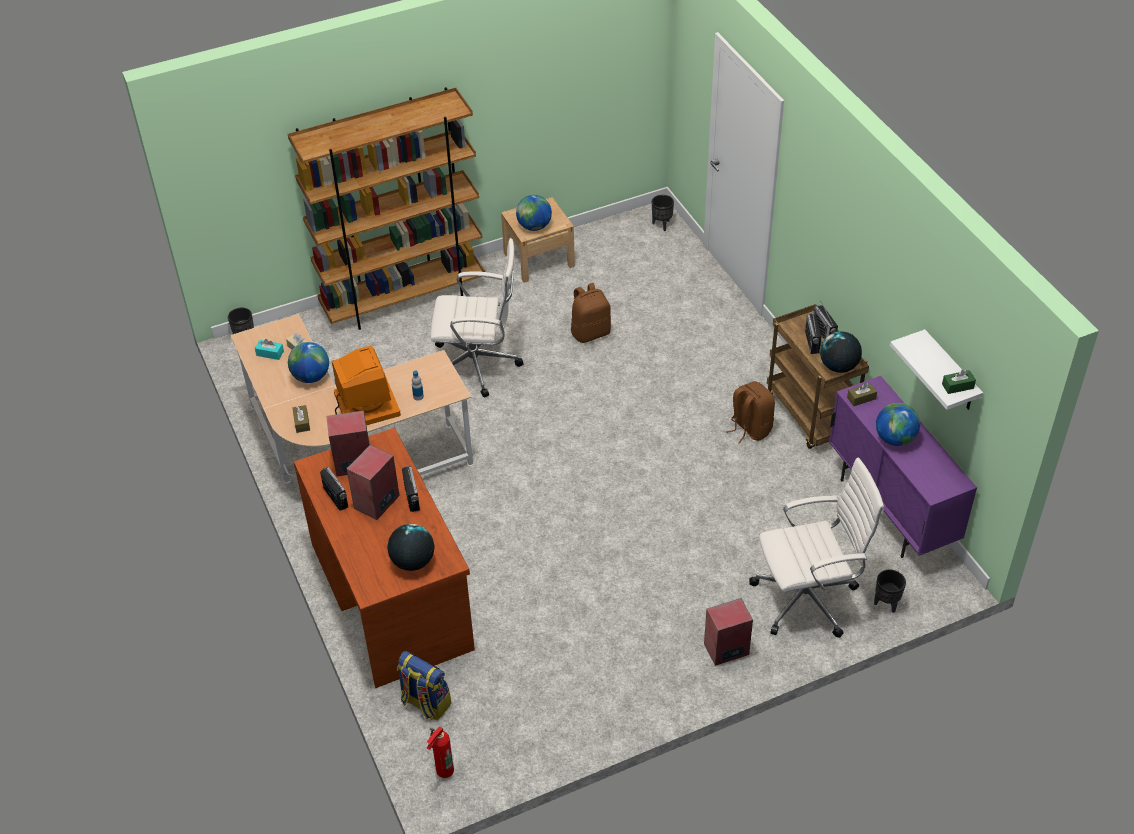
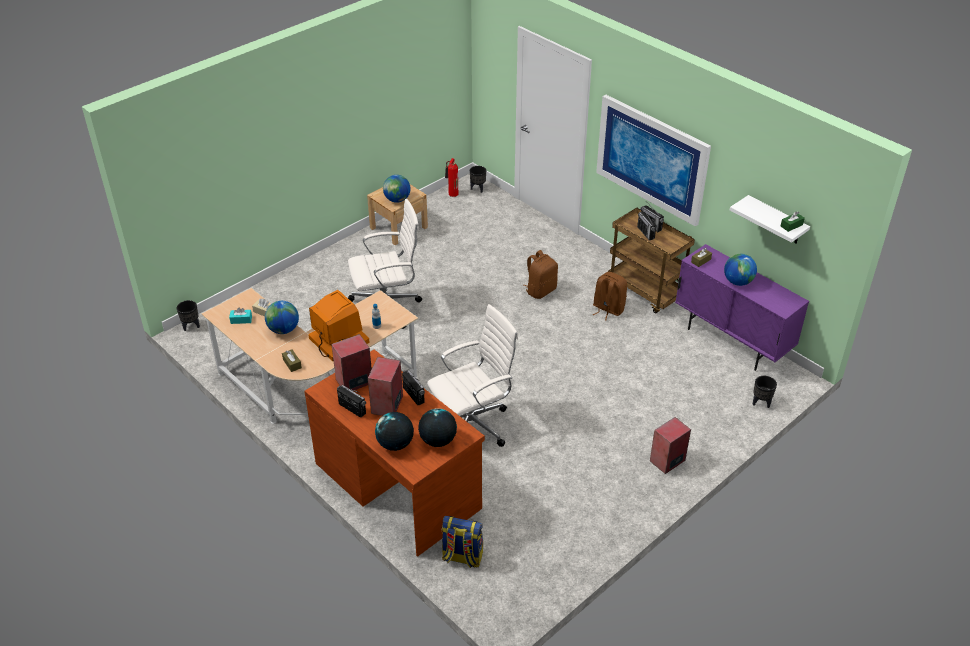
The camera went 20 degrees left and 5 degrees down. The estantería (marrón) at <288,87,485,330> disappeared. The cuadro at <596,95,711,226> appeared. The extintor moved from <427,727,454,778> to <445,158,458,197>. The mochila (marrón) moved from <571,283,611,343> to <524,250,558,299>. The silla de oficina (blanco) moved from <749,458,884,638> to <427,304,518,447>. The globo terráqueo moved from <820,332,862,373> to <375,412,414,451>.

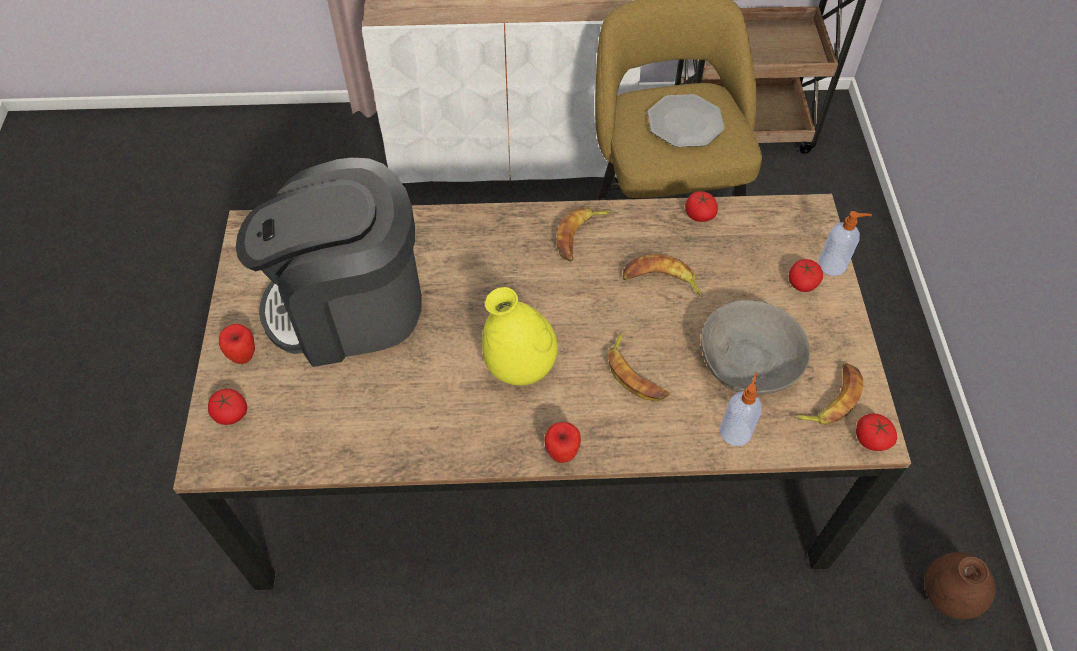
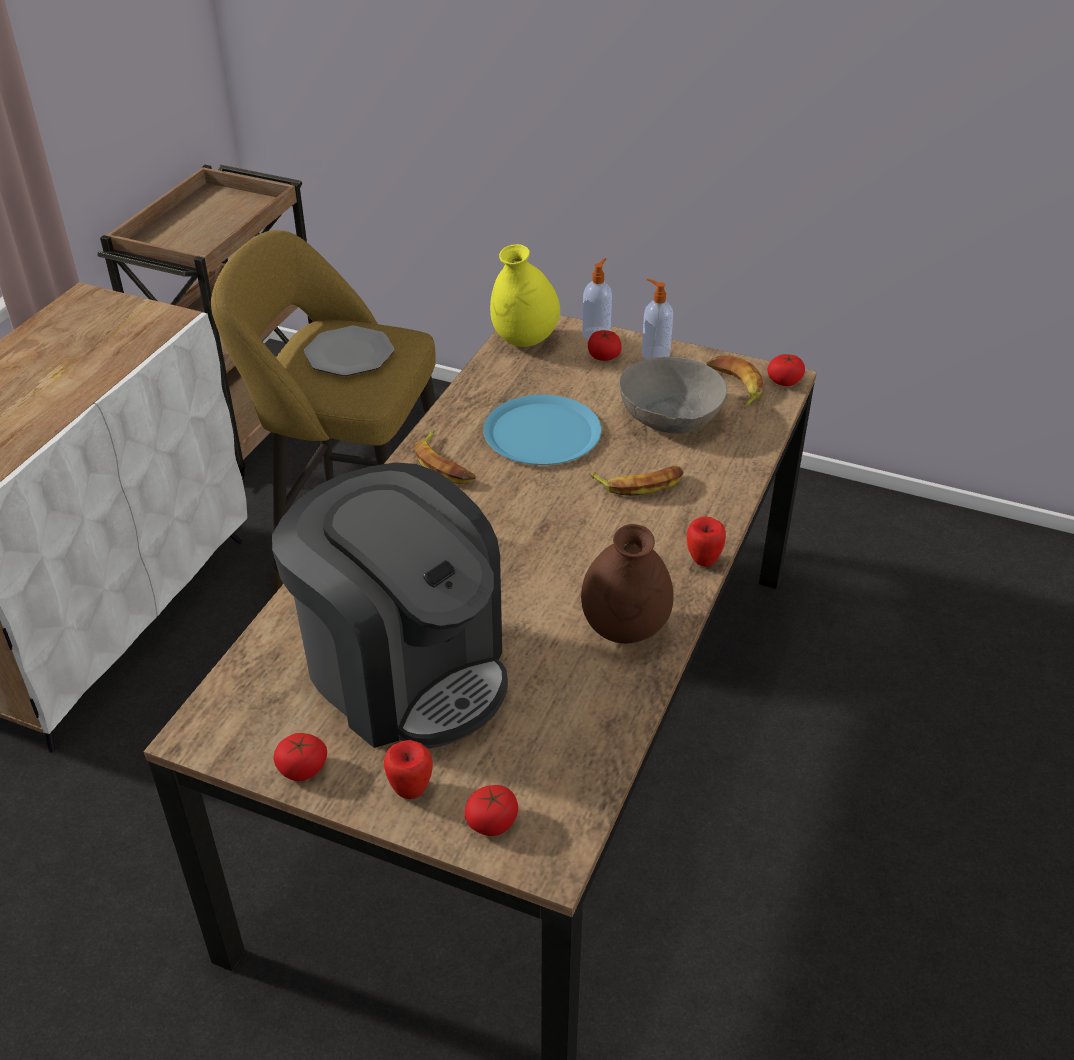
The camera went 65 degrees left and 15 degrees down. The florero (amarillo) moved from <482,287,558,385> to <490,244,560,347>. The tomate moved from <685,191,718,222> to <273,733,327,781>. The dispensador de jabón moved from <720,372,762,446> to <642,279,673,359>. The florero (marrón) moved from <925,552,996,619> to <581,524,674,644>. The plátano at <623,254,703,297> was replaced by the plato (azul) at <483,395,601,465>. The cafetera at <236,158,422,367> turned 60 degrees counterclockwise.

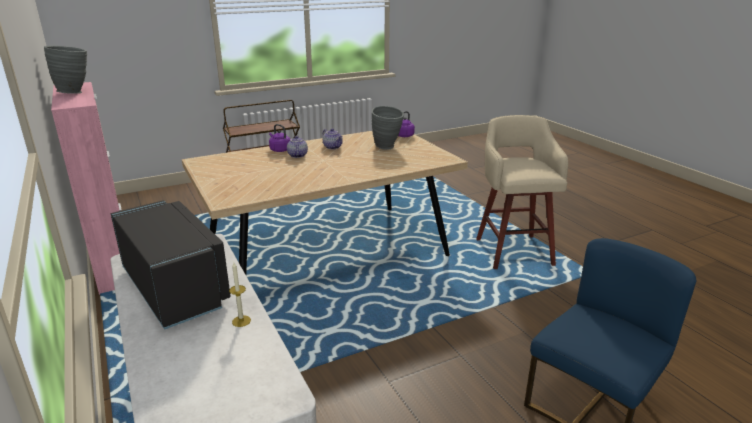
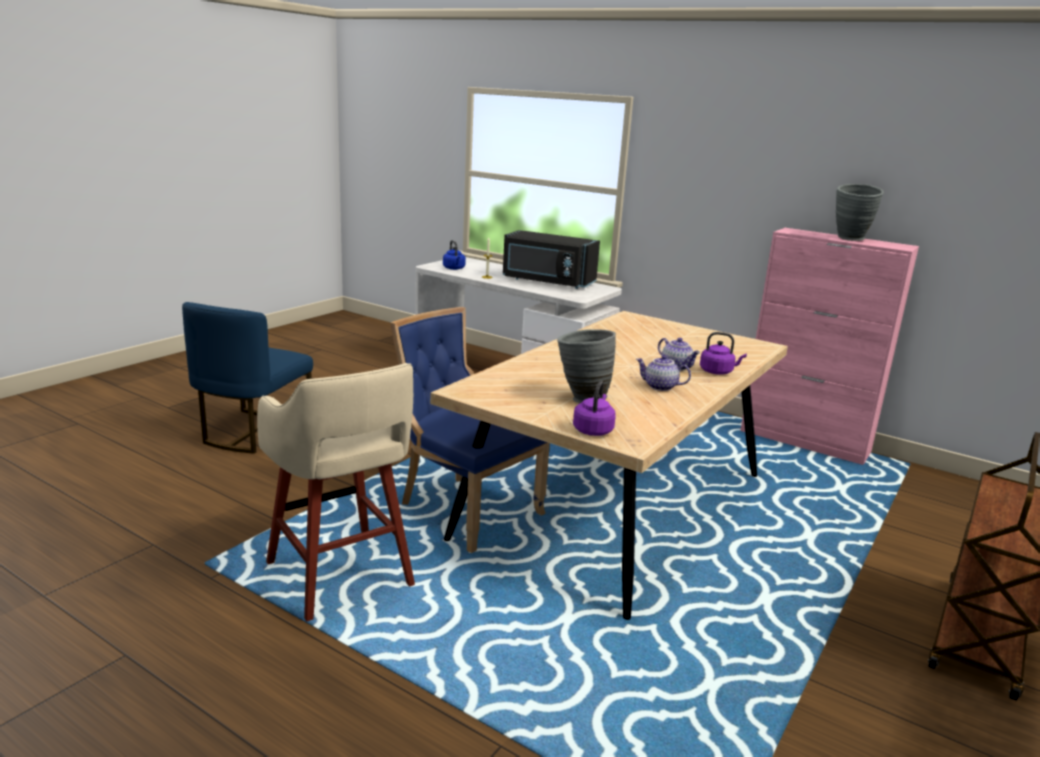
The camera went 150 degrees right and 5 degrees down. The silla (azul) at <390,307,550,553> appeared. The hervidor (azul) at <443,240,466,270> appeared.

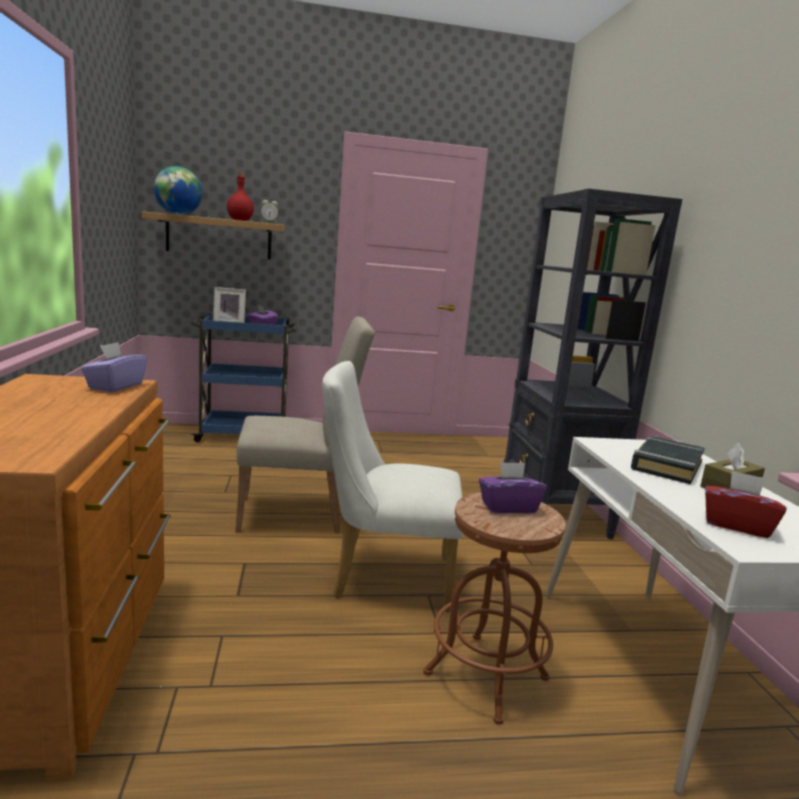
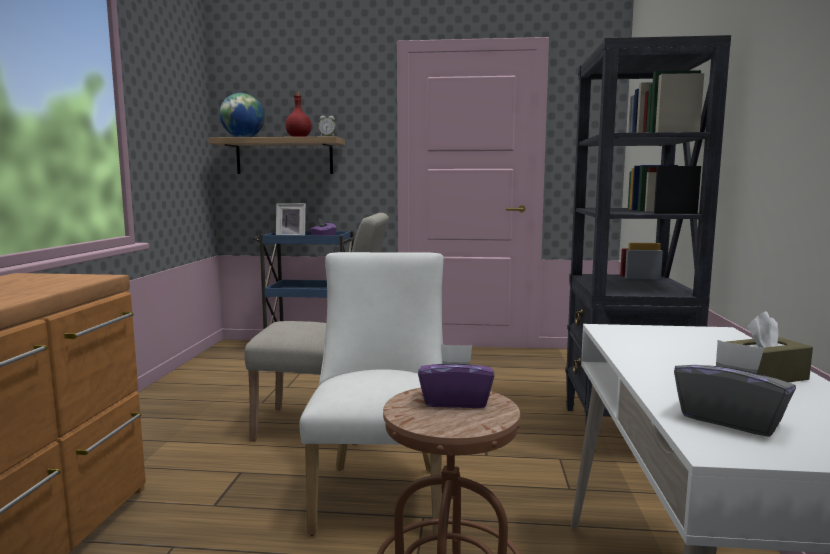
The camera went 15 degrees right and 5 degrees down. The caja de pañuelos (morado) at <81,342,147,392> disappeared. The libro (negro) at <631,436,705,484> disappeared. The caja de pañuelos (rojo) at <705,470,787,538> became the caja de pañuelos (gris) at <674,340,796,437>. The silla (blanco) at <322,361,463,612> turned 75 degrees clockwise.

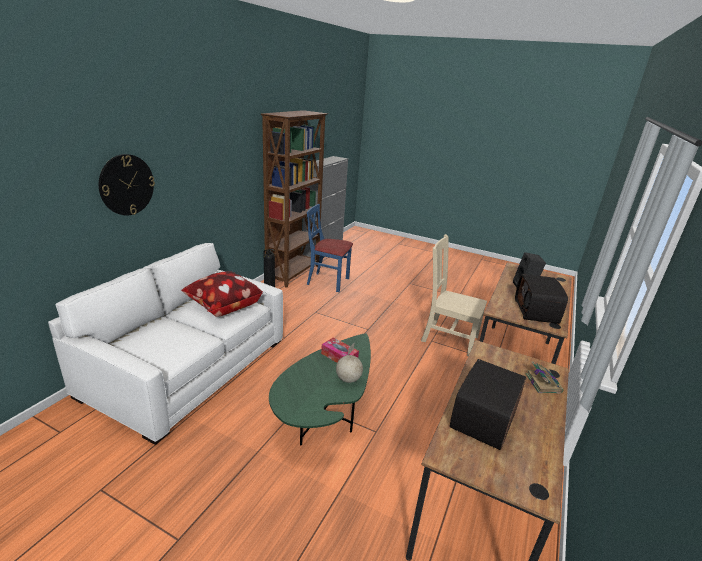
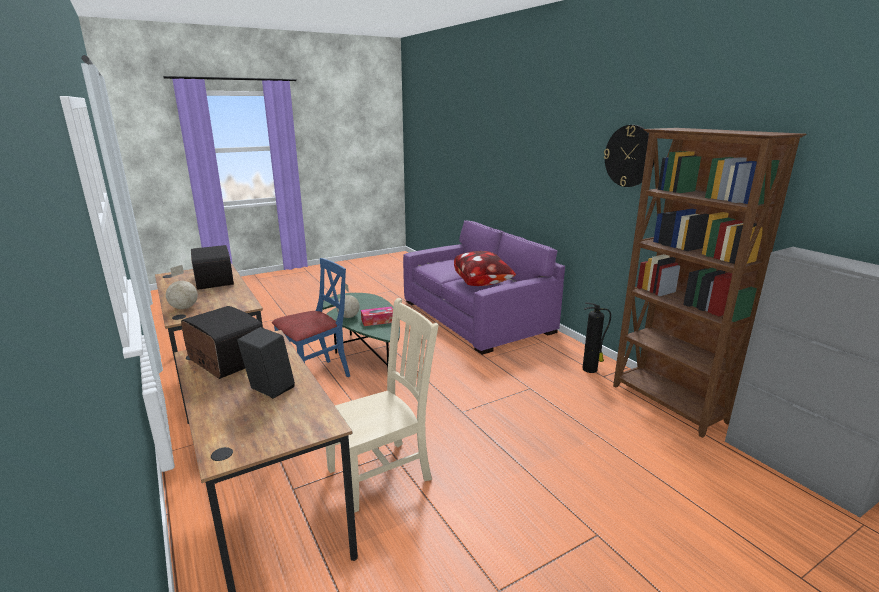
The camera went 125 degrees right and 5 degrees down. The reloj de pared moved from <99,154,155,215> to <604,125,654,187>. The silla (azul) moved from <307,204,353,292> to <272,258,350,377>. The libro at <525,361,564,394> was replaced by the globo terráqueo at <166,265,198,309>. The sofá (blanco) at <48,243,283,445> became the sofá (morado) at <403,220,565,355>.

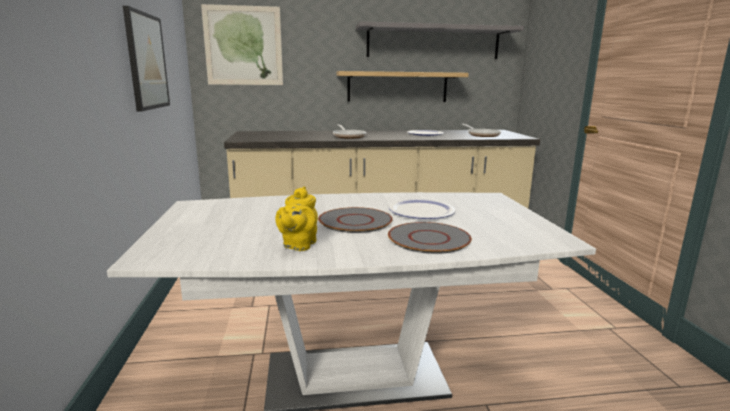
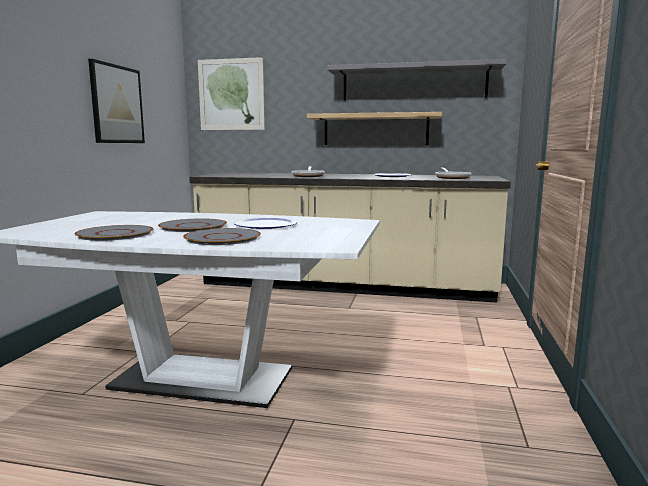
The camera went 20 degrees right and 5 degrees down. The tetera (amarillo) at <276,187,318,251> was replaced by the plato (gris) at <74,225,153,241>.

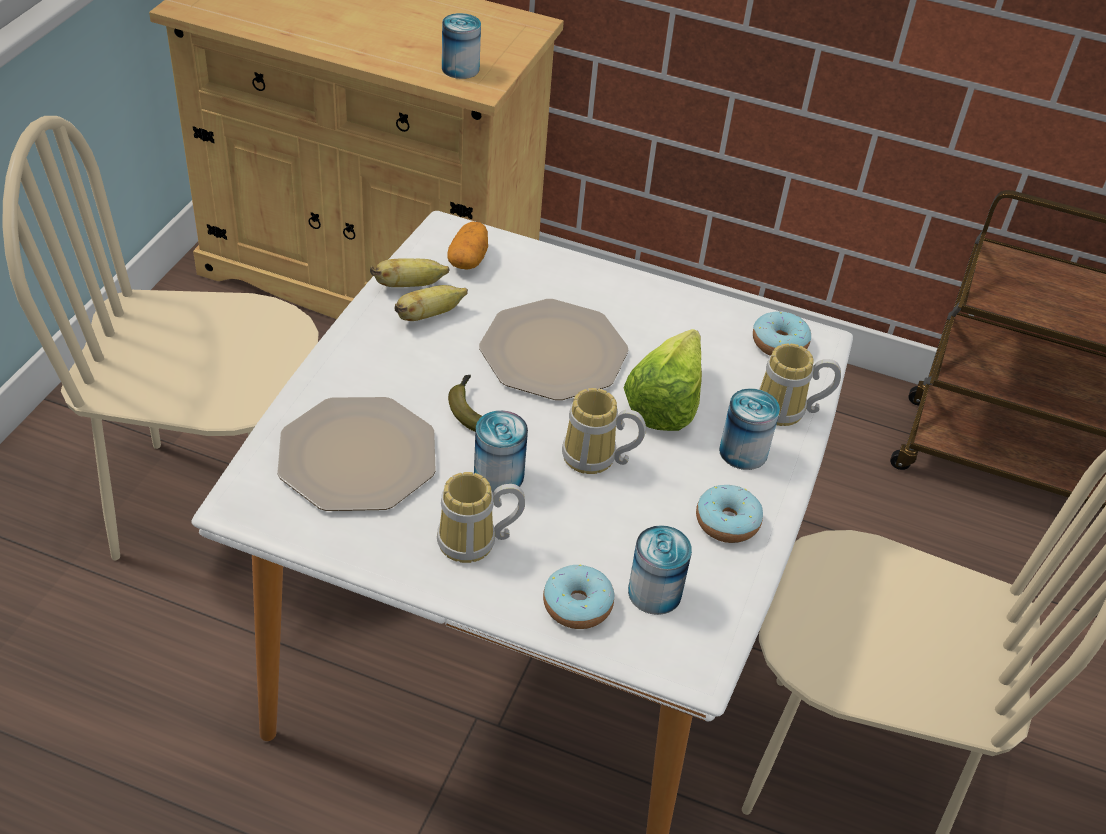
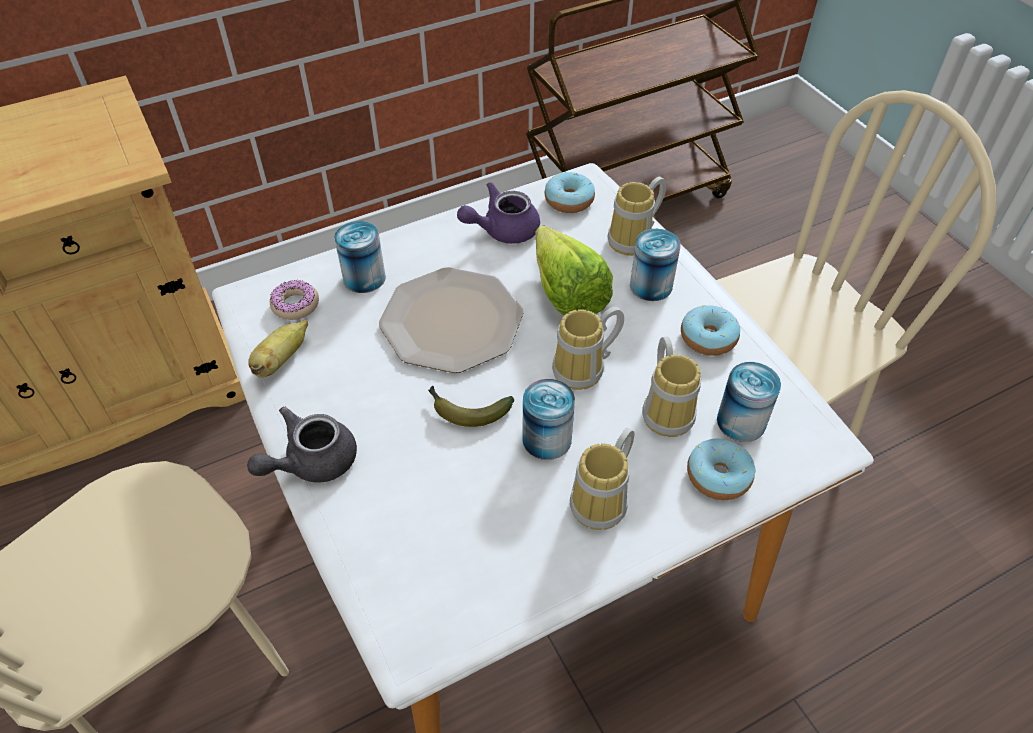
The camera went 45 degrees left and 5 degrees up. The plato at <277,397,436,511> disappeared. The plátano at <395,285,468,321> disappeared. The tetera (gris) at <247,407,357,483> appeared. The tetera (morado) at <457,182,540,244> appeared. The taza grande at <642,337,701,437> appeared. The lata moved from <442,13,481,79> to <334,221,386,293>. The patata at <447,222,488,269> was replaced by the rosquilla at <270,280,319,320>.

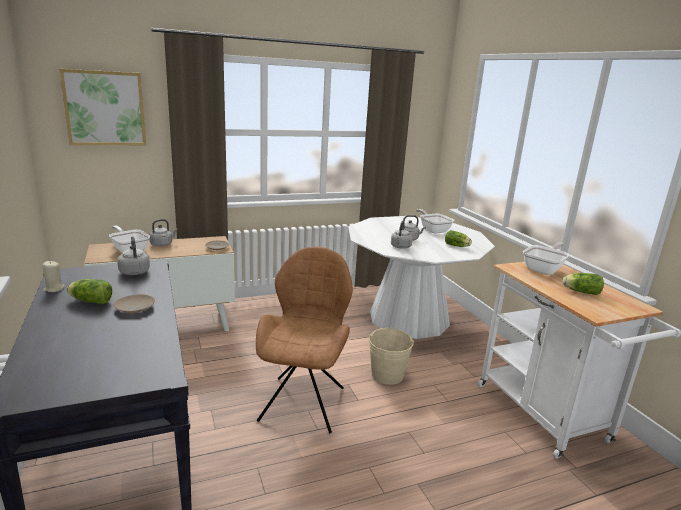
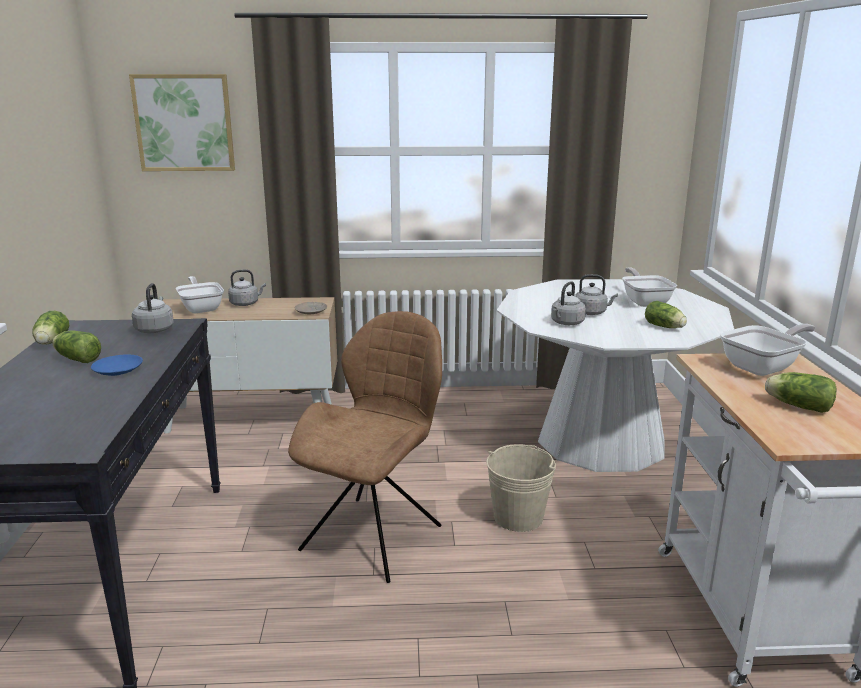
The camera went 20 degrees right and 0 degrees up. The vela (beis) at <42,261,65,292> was replaced by the lechuga at <32,311,70,345>. The plato (beis) at <114,294,155,313> became the plato (azul) at <91,355,143,376>.

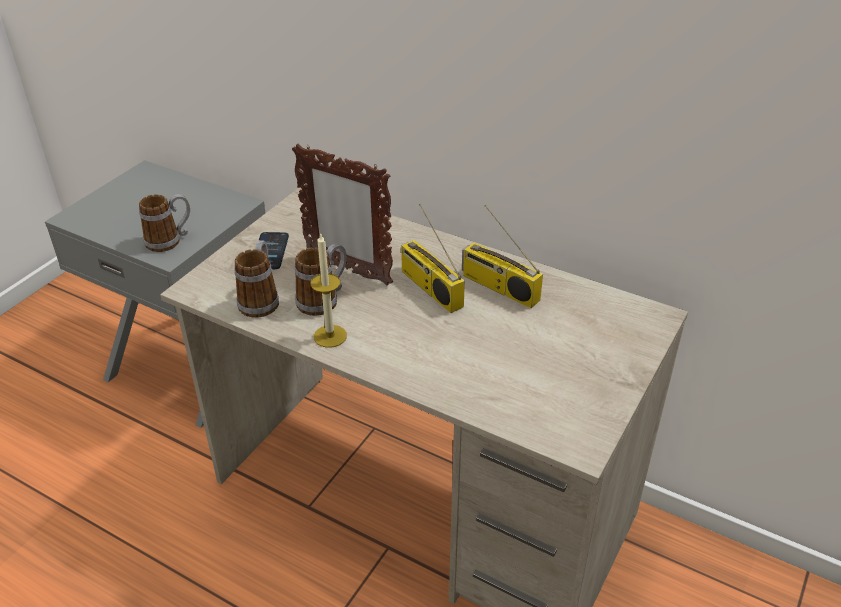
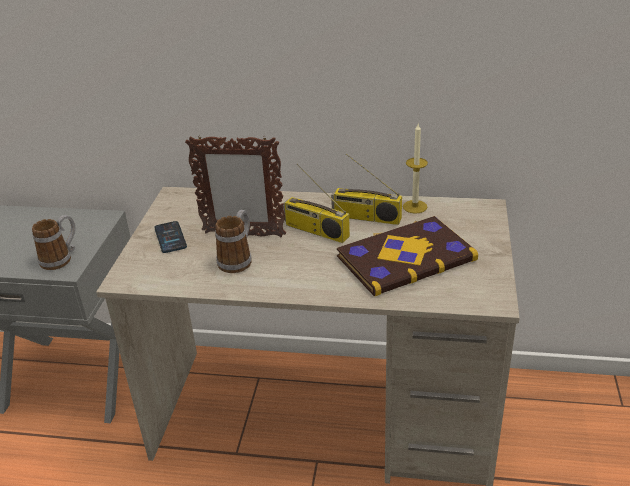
The camera went 20 degrees left and 5 degrees down. The taza grande at <234,240,279,318> disappeared. The libro at <337,216,478,296> appeared. The vela moved from <310,232,347,348> to <403,124,428,213>.

